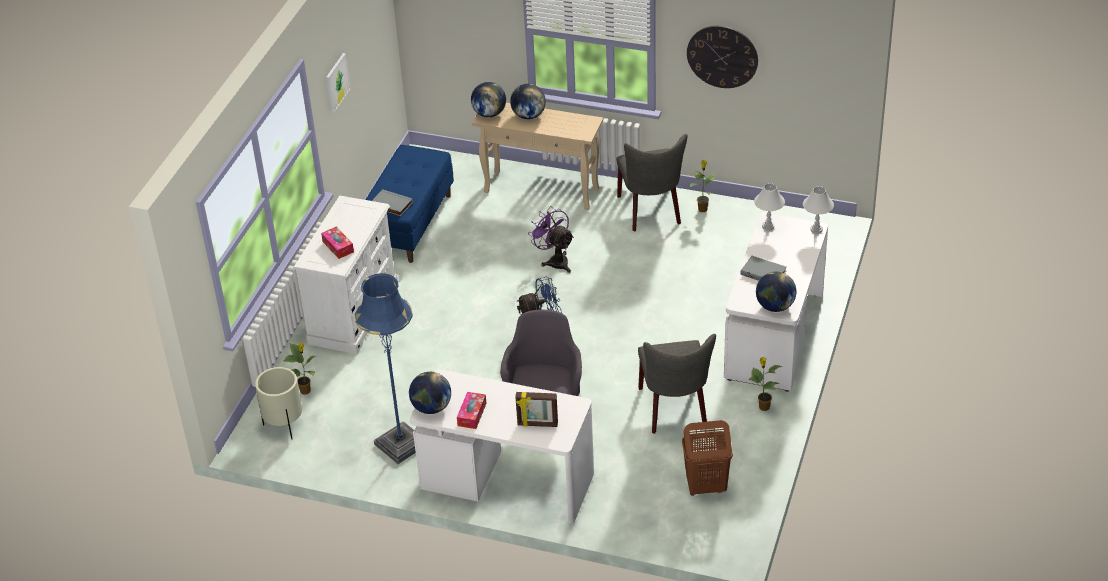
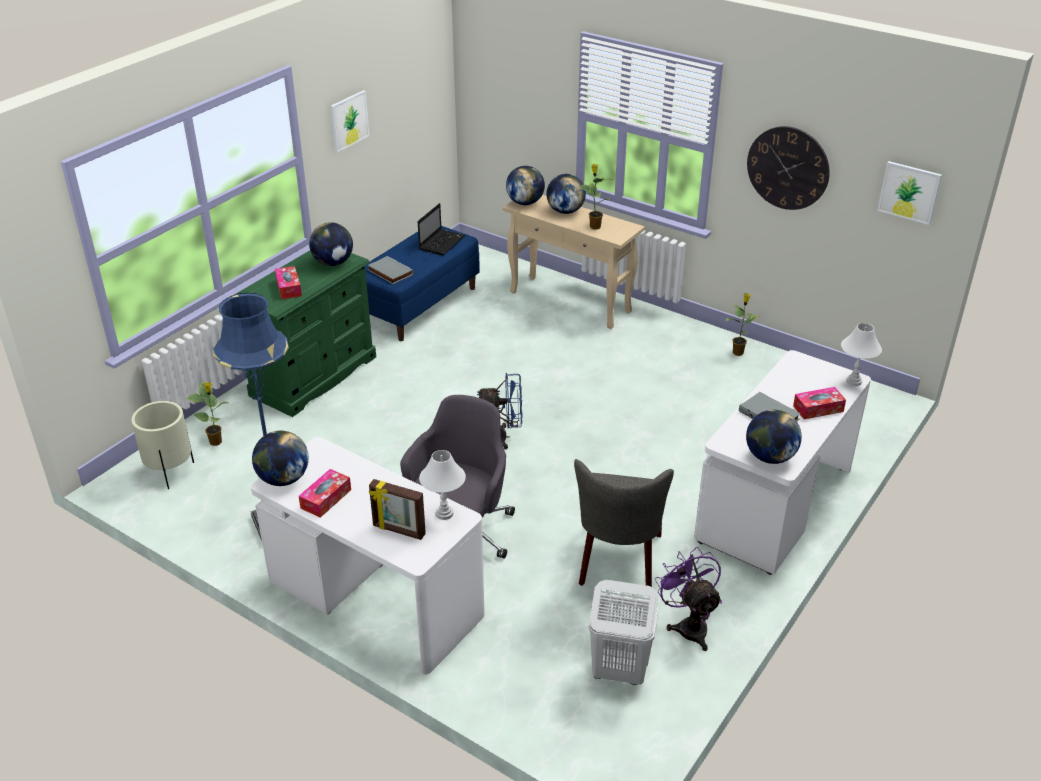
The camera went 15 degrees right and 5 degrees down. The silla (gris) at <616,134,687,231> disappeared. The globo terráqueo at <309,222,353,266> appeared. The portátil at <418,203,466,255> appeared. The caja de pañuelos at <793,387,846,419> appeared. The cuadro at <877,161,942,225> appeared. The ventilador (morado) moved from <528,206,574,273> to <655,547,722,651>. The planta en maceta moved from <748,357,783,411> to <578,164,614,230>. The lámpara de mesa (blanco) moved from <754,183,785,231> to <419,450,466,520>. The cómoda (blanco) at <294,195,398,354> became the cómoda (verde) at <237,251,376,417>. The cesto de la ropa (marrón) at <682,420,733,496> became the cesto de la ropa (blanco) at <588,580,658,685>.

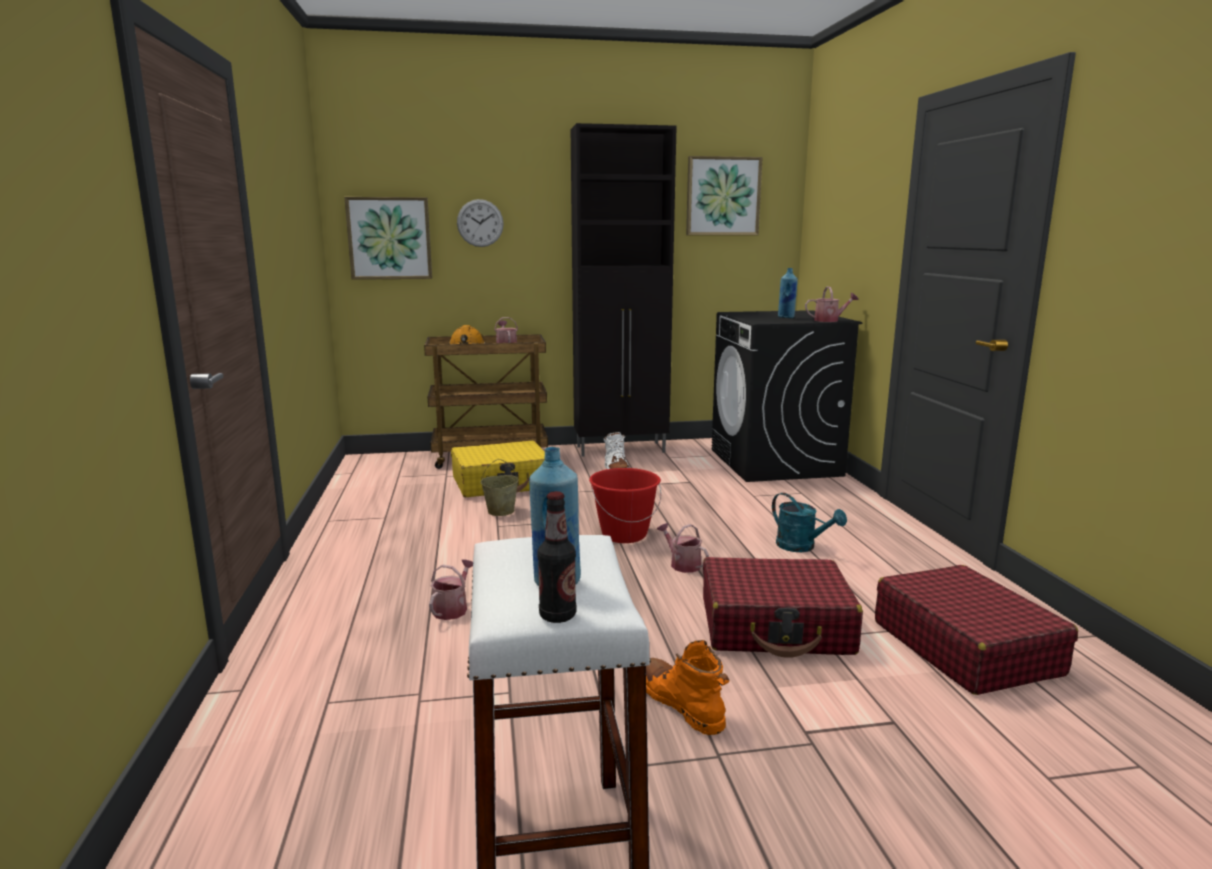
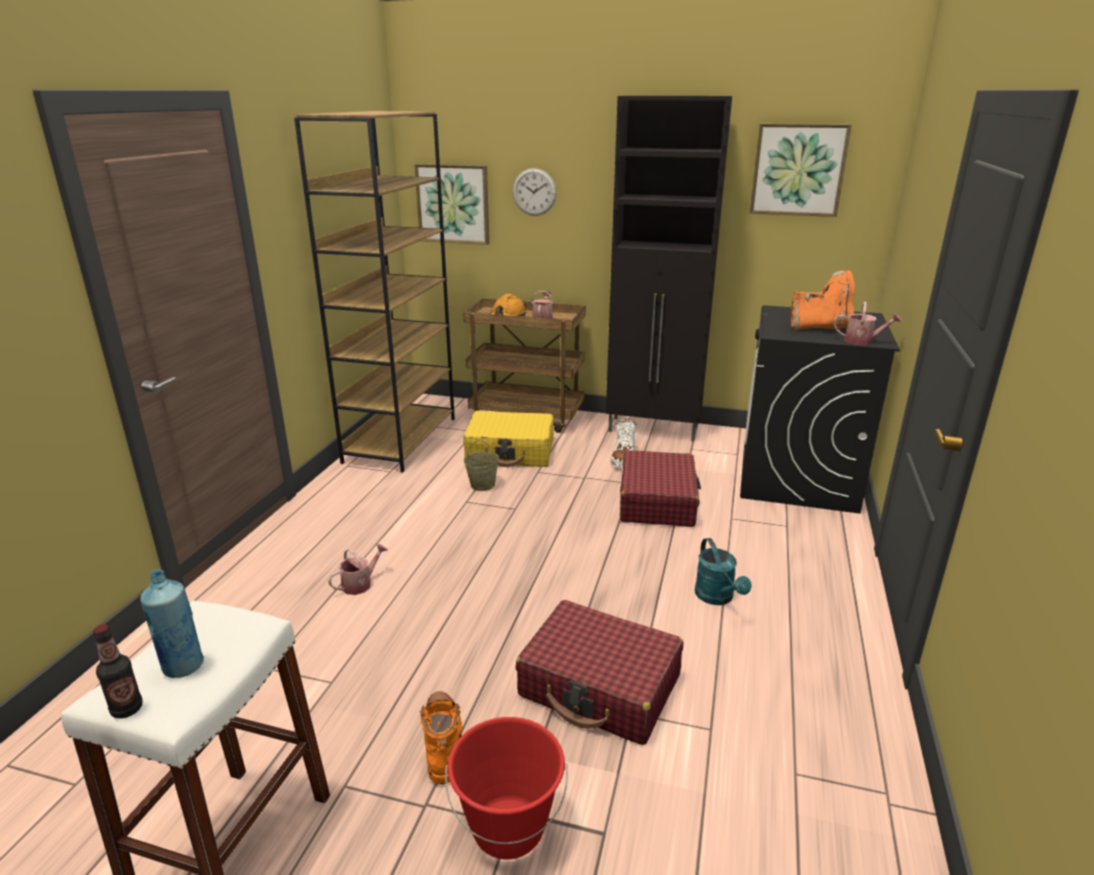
The camera went 25 degrees right and 10 degrees up. The regadera at <657,523,709,573> disappeared. The estantería (marrón) at <294,111,455,472> appeared. The cubo (rojo) moved from <589,468,661,543> to <445,717,568,859>. The maleta (rojo) moved from <875,565,1078,695> to <620,450,701,527>. The botella (azul) at <778,268,798,318> was replaced by the bota (naranja) at <791,270,855,330>.

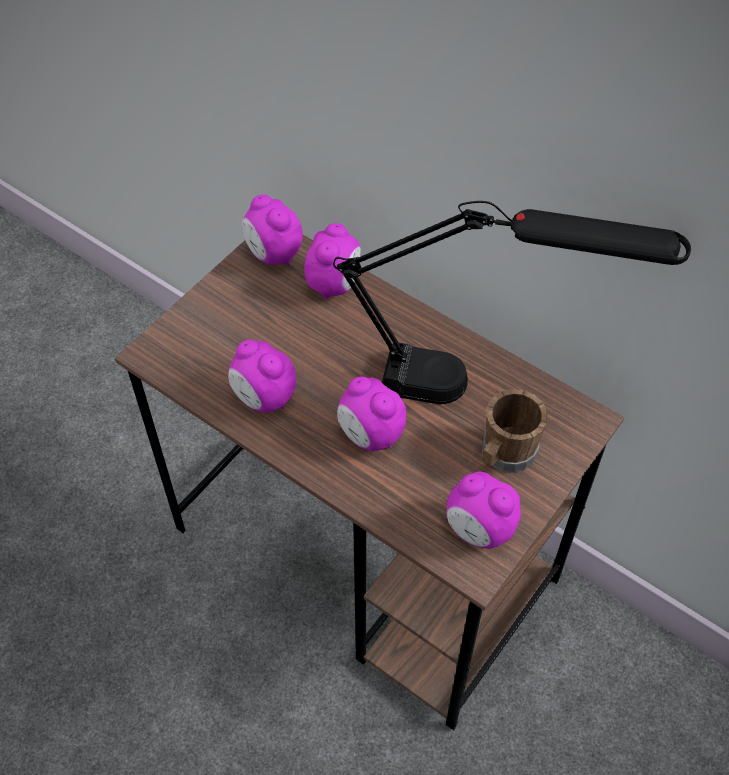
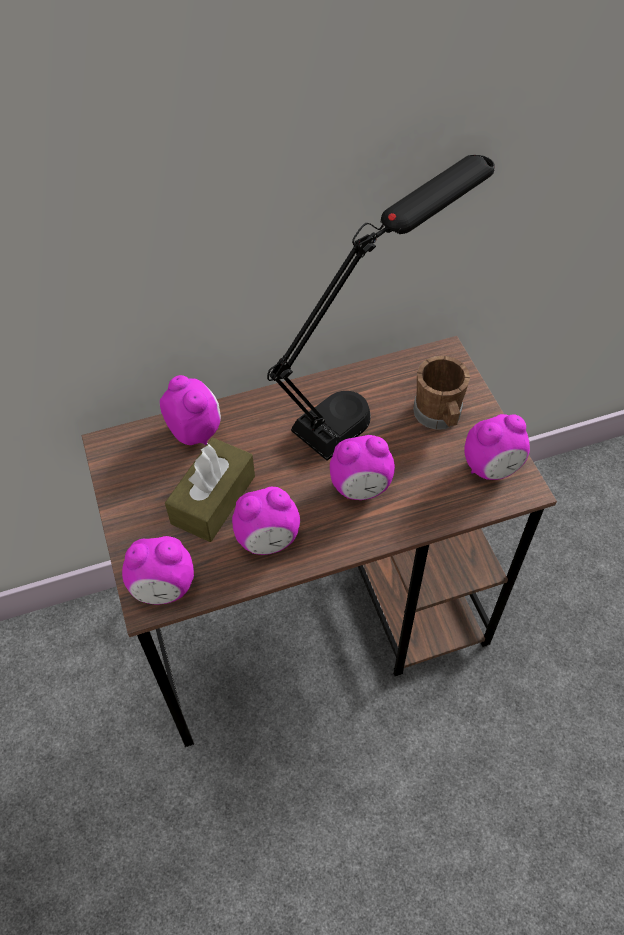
The camera went 55 degrees left and 0 degrees up. The caja de pañuelos (marrón) at <165,438,255,542> appeared. The despertador moved from <242,195,303,266> to <122,536,194,605>.

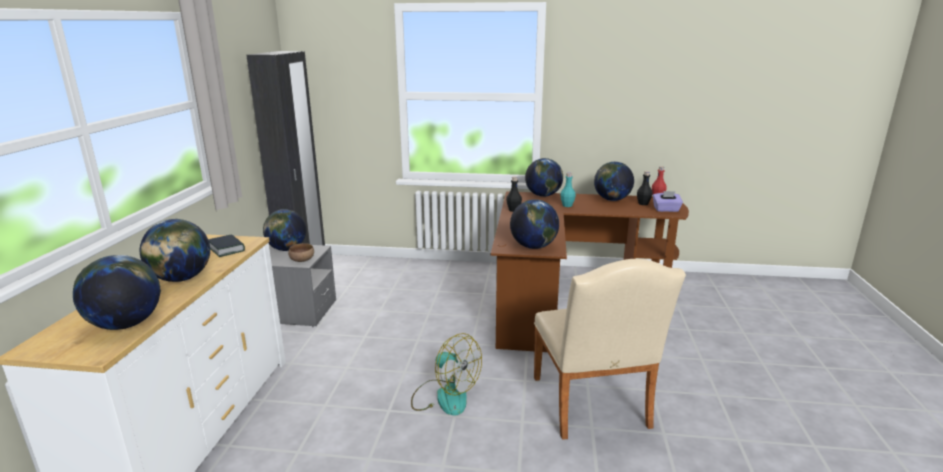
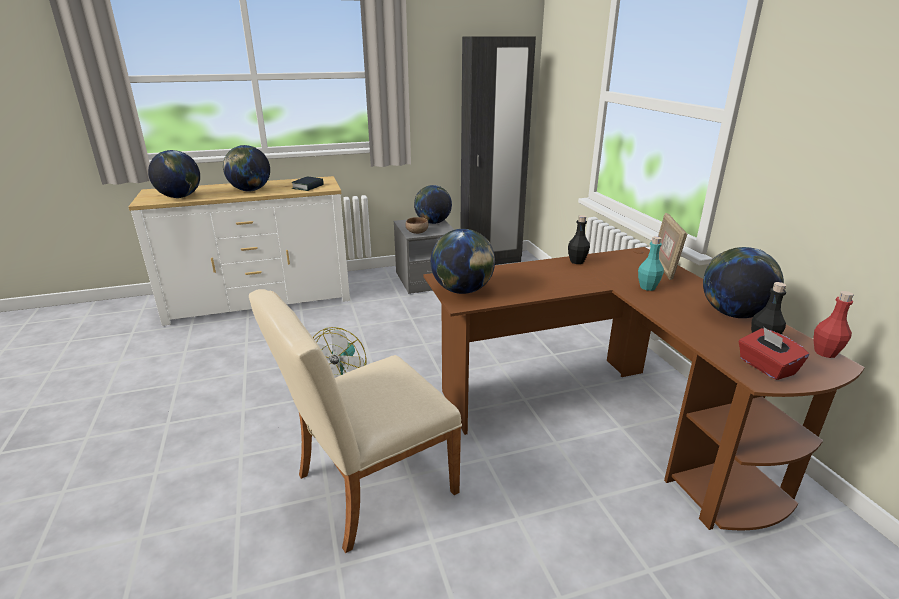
The camera went 65 degrees right and 5 degrees up. The globo terráqueo at <525,158,563,197> was replaced by the portarretratos at <658,213,687,280>. The caja de pañuelos (morado) at <653,191,683,212> became the caja de pañuelos (rojo) at <738,327,809,380>.

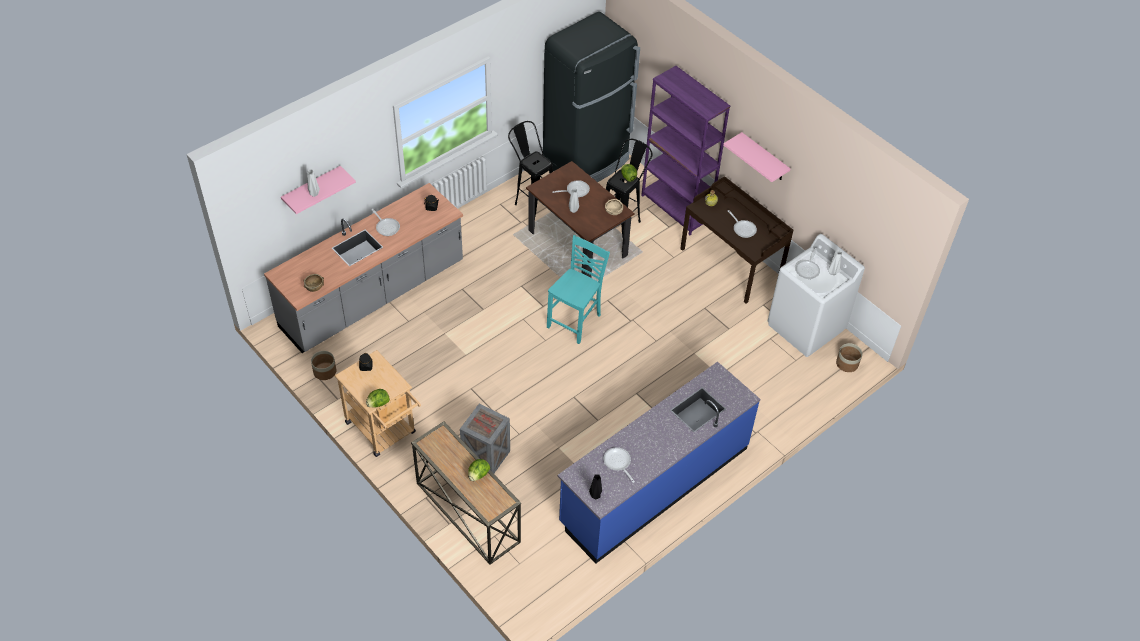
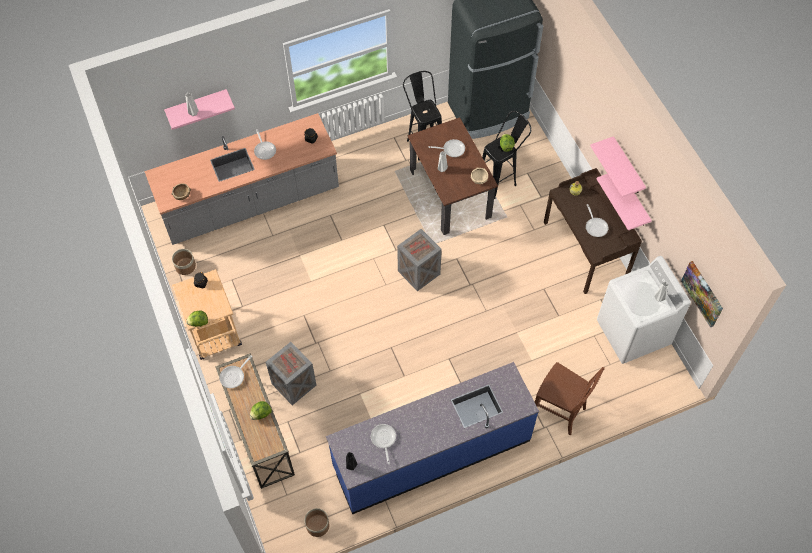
The camera went 20 degrees right and 10 degrees up. The estantería (morado) at <641,66,730,235> disappeared. The silla (marrón) at <535,362,605,435> appeared. The estante (rosa) at <597,174,652,231> appeared. The cuadro at <681,261,723,328> appeared. The sartén moved from <796,248,820,279> to <219,355,252,388>. The maceta moved from <836,343,862,372> to <305,508,330,537>. The silla (turquesa) at <547,235,610,344> was replaced by the caja de embalaje at <397,229,442,291>.

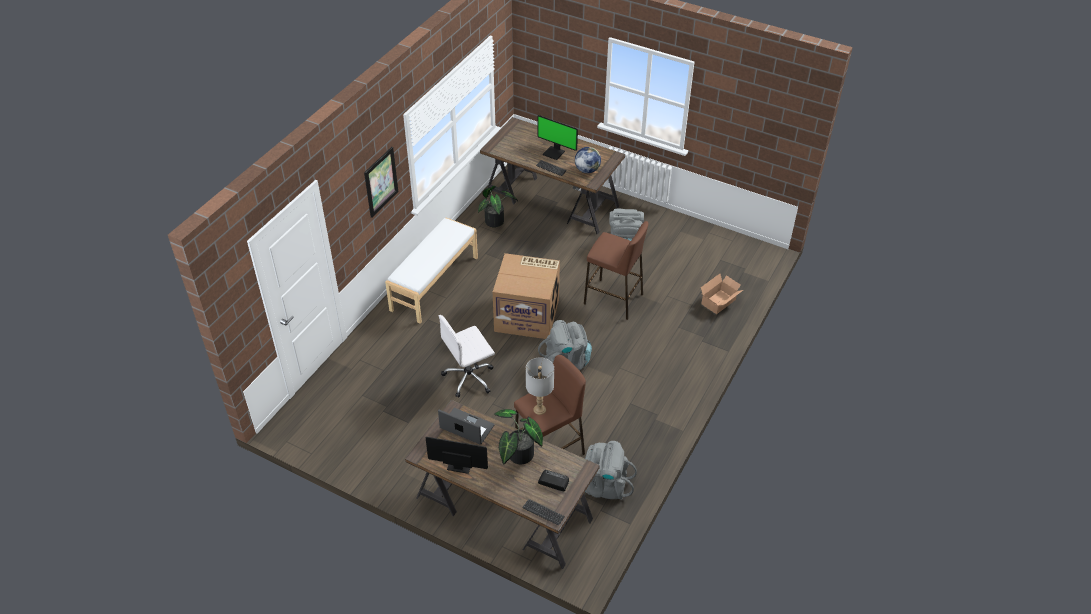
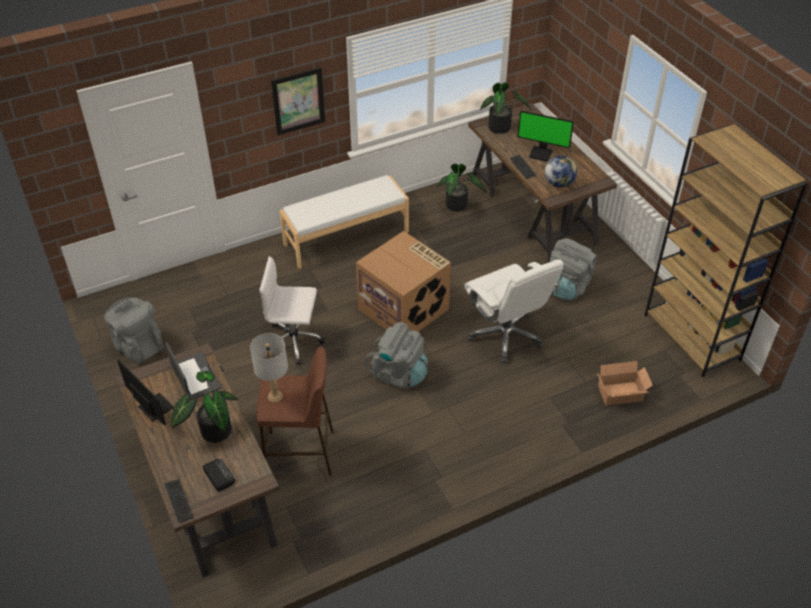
The camera went 35 degrees right and 0 degrees up. The planta en maceta at <480,82,531,134> appeared. The estantería (marrón) at <644,124,808,377> appeared. The mochila (gris) moved from <585,441,637,500> to <104,297,163,364>. The taburete (marrón) at <584,221,648,320> was replaced by the silla de oficina (blanco) at <464,259,563,363>. The monitor at <537,115,578,160> turned 45 degrees counterclockwise.

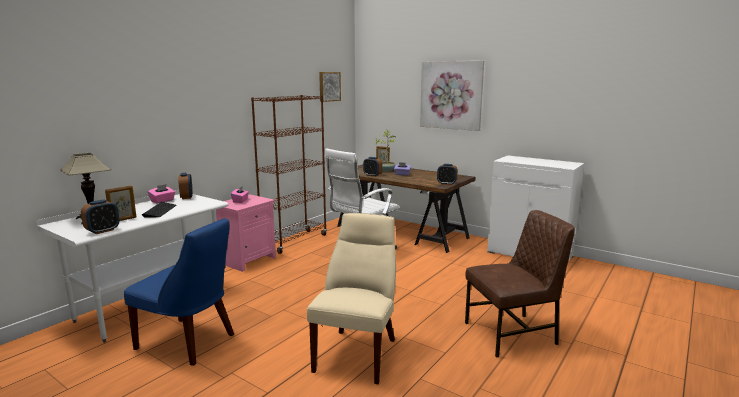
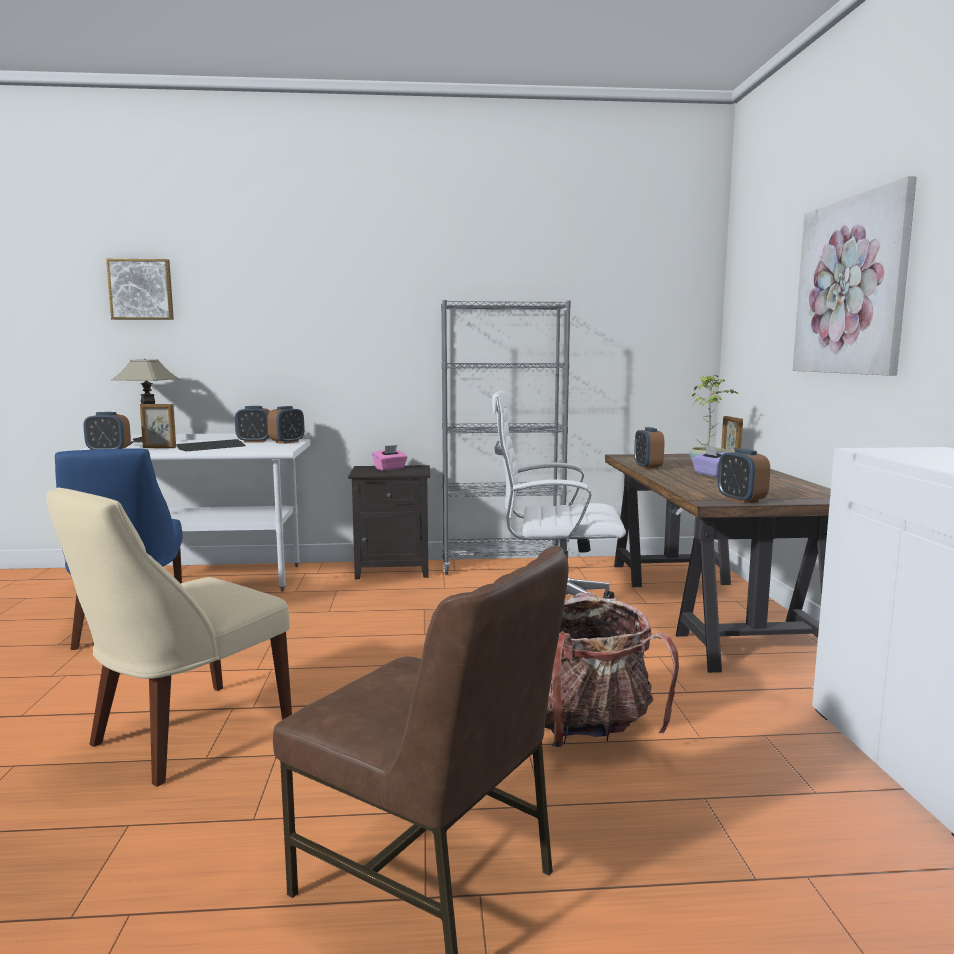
The camera went 50 degrees right and 5 degrees down. The mochila at <545,592,679,747> appeared. The cuadro moved from <319,72,341,102> to <106,259,174,320>. The caja de pañuelos (rosa) at <148,184,175,204> was replaced by the despertador at <235,406,270,443>. The mesita de noche (rosa) at <216,194,276,272> became the mesita de noche (negro) at <348,465,430,579>. The estantería (marrón) at <251,95,327,254> became the estantería (gris) at <441,300,571,575>. The silla (beis) at <307,213,396,384> turned 150 degrees clockwise.

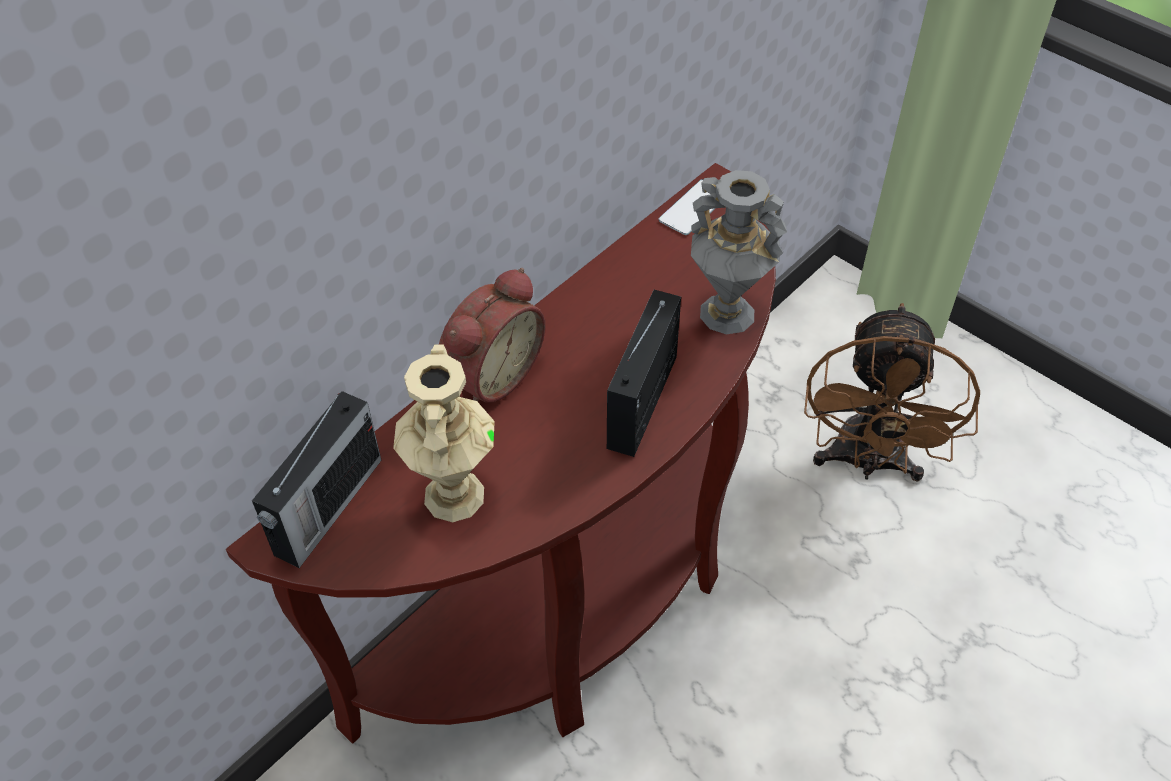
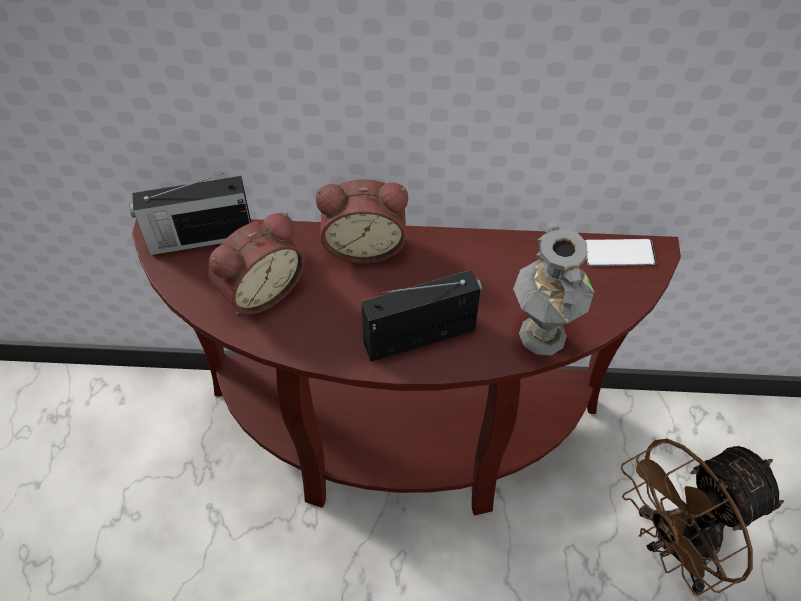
The camera went 50 degrees right and 5 degrees up. The florero (beis) at <393,344,495,522> was replaced by the despertador at <208,213,305,315>.

